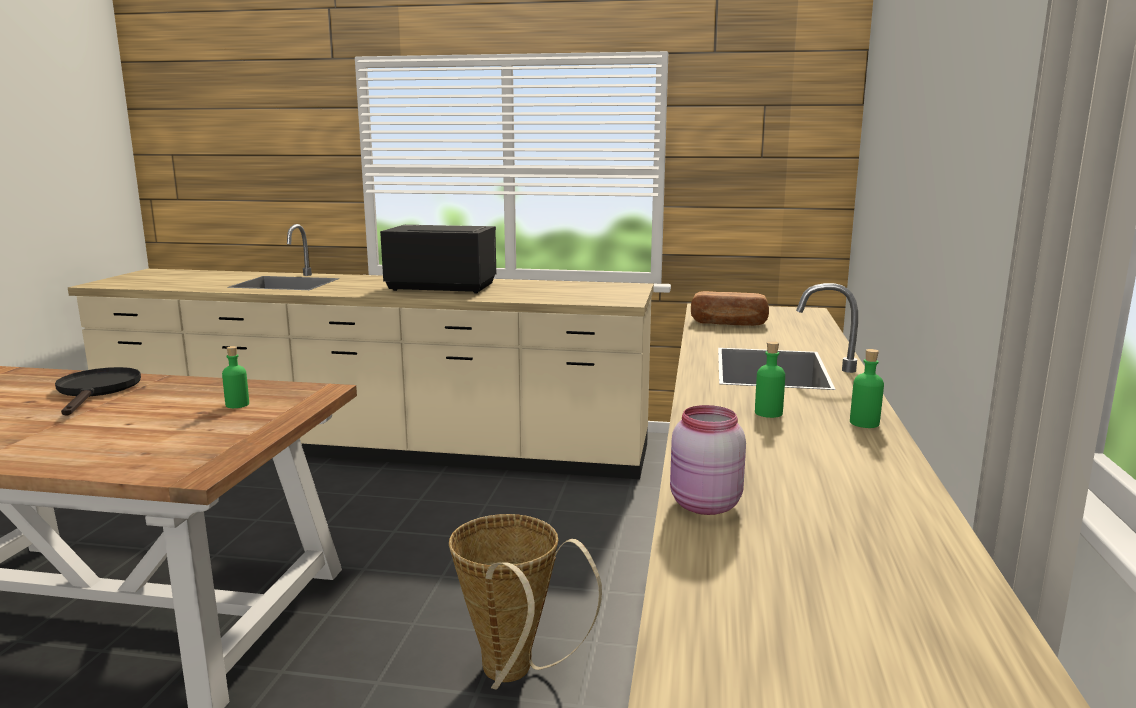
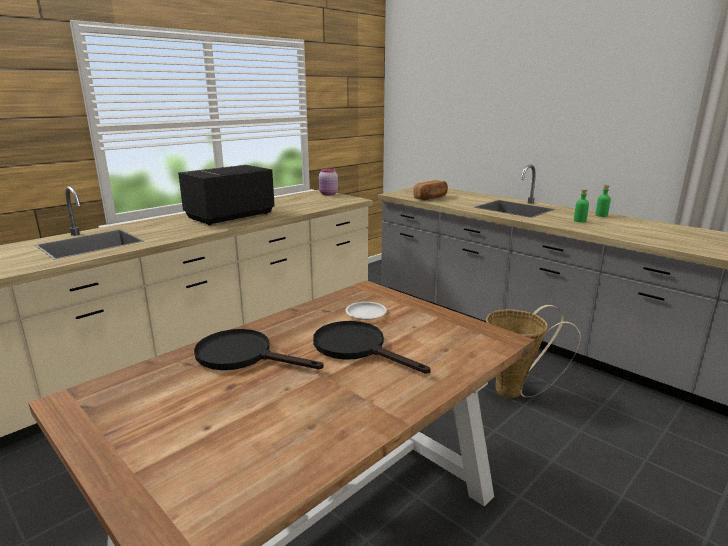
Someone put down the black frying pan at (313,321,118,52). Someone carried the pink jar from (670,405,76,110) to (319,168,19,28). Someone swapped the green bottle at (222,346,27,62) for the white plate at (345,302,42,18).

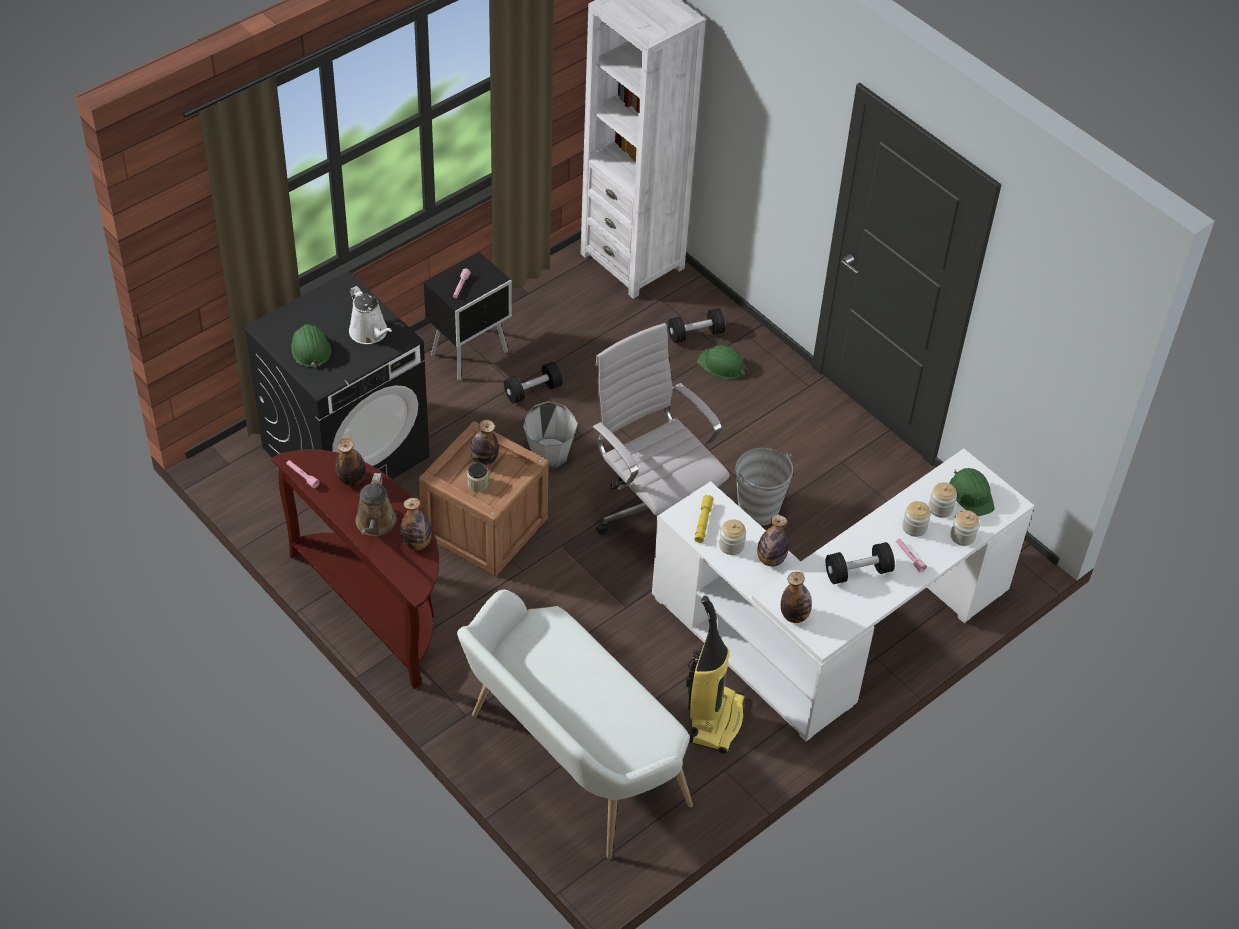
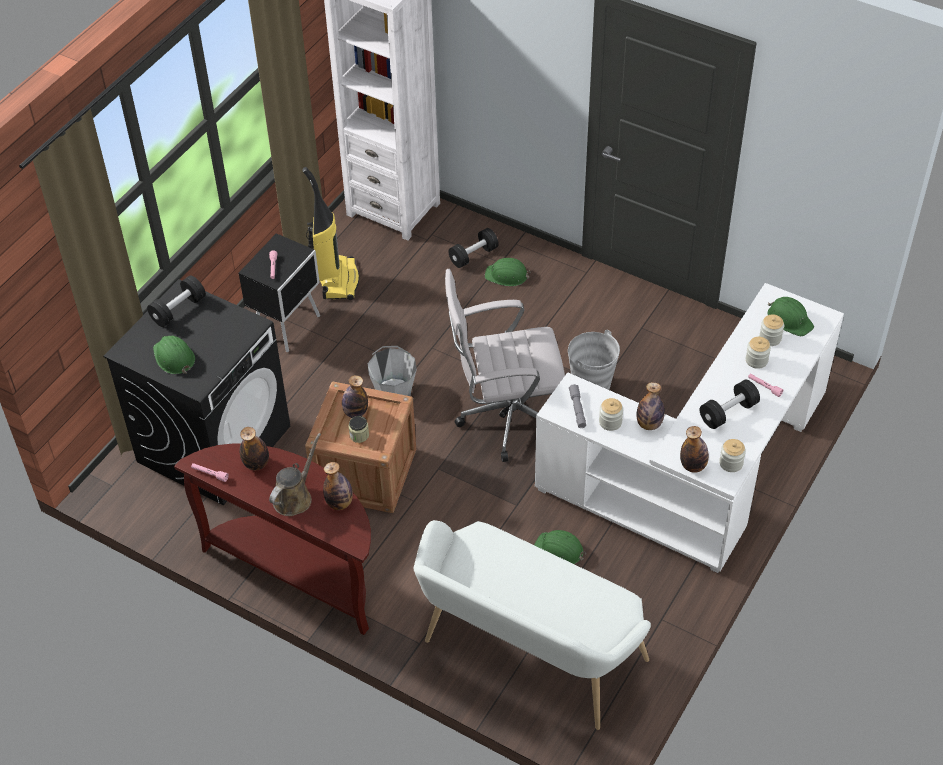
Someone took away the white watering can at (349,286,43,58). Someone put down the green hard hat at (534,530,52,34). Someone carried the black dumbbell from (504,362,59,42) to (147,275,59,52). Someone carried the vacuum cleaner from (686,596,59,158) to (302,167,58,133). Someone carried the jar from (951,510,29,36) to (719,439,27,33). Someone repainted the yellow flashlight at (694,495,20,48), which became the grey flashlight at (569,384,17,44). Someone rotated the brown watering can at (356,473,41,63) by 135 degrees counterclockwise. Someone rotated the white office chair at (592,323,138,238) by 45 degrees counterclockwise.

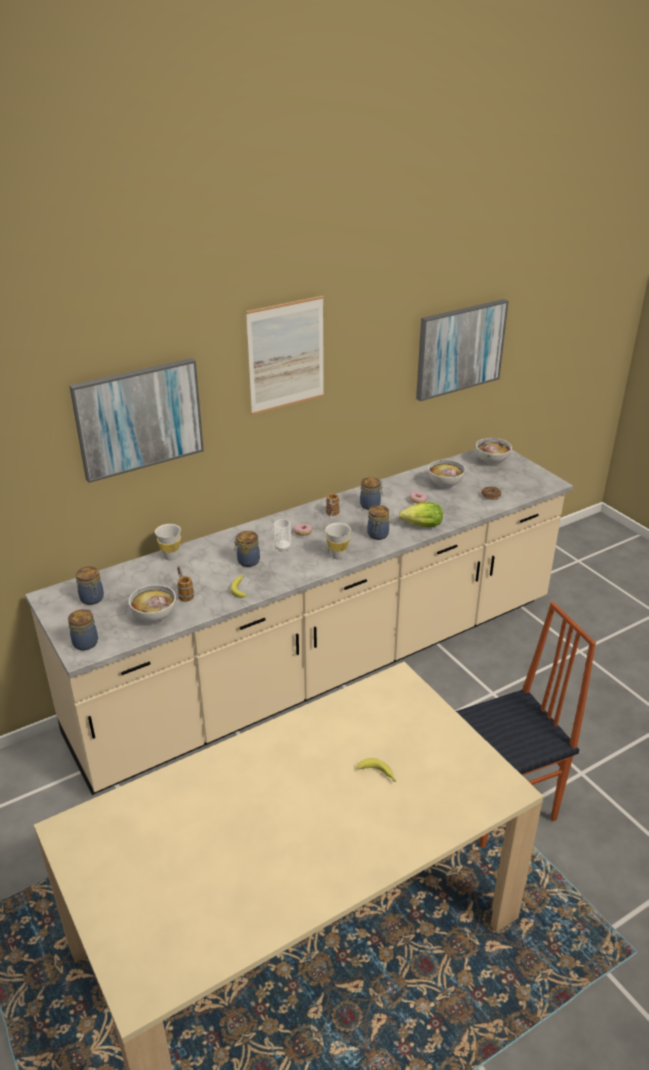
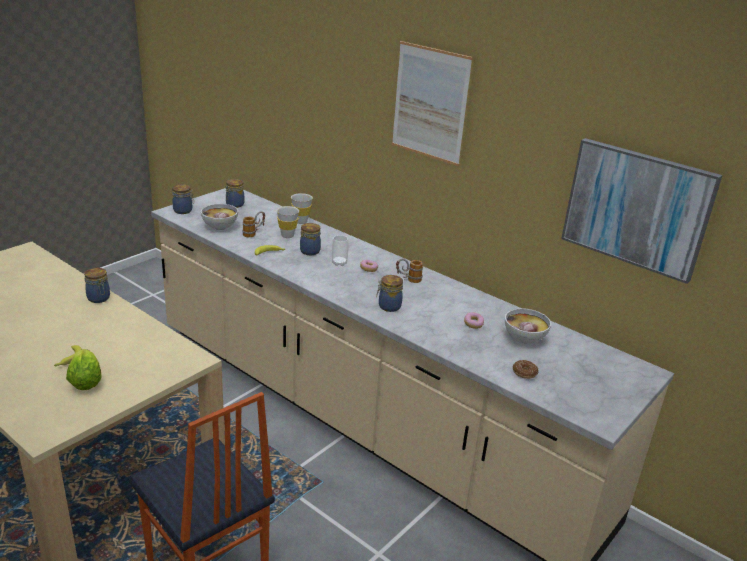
Someone took away the picture at (69,358,135,125). Someone took away the bowl at (476,438,36,26). Someone carried the white cup from (325,523,26,36) to (277,206,22,32). Someone carried the jar from (360,477,23,33) to (84,268,26,35). Someone carried the lettuce from (399,502,44,25) to (66,349,35,41).

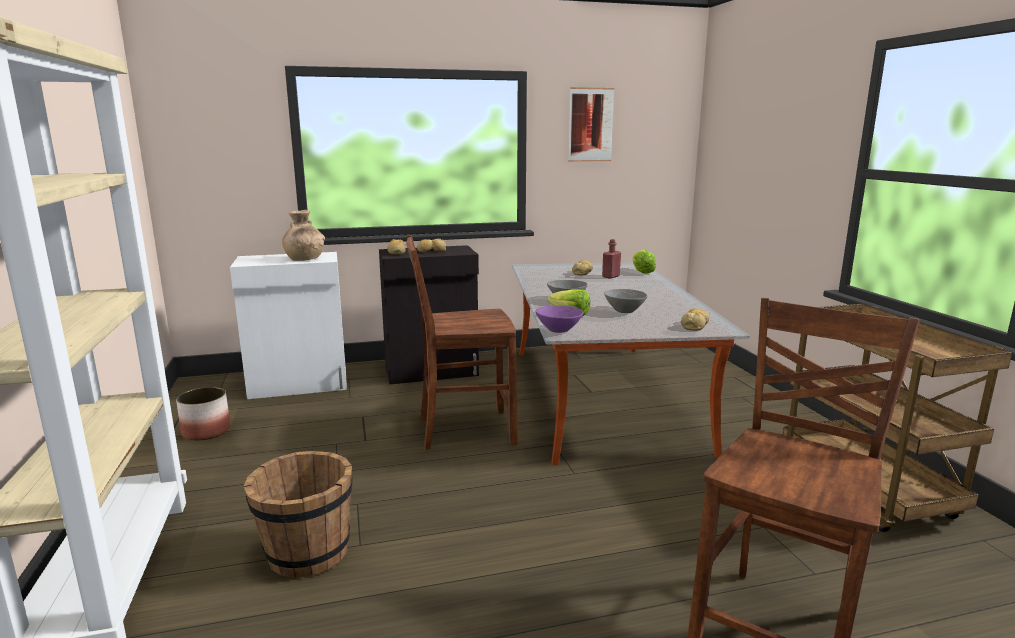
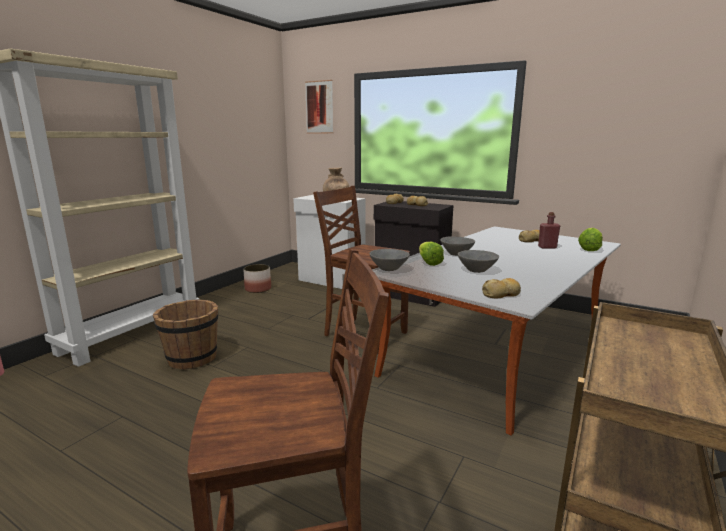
Someone carried the picture from (568,87,46,75) to (305,80,28,53). Someone repainted the purple bowl at (536,305,47,28), which became the grey bowl at (369,249,41,22).

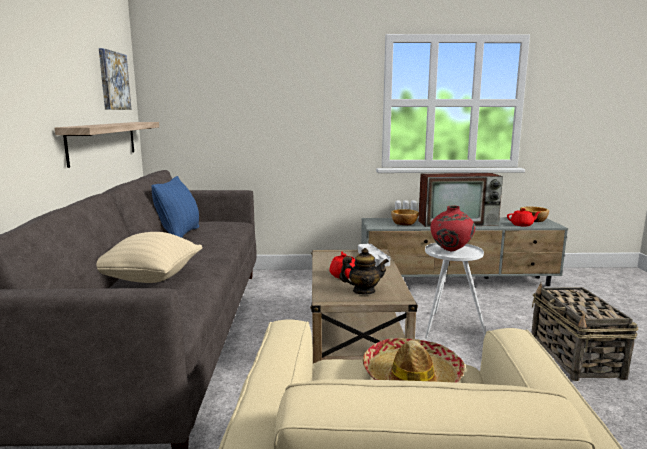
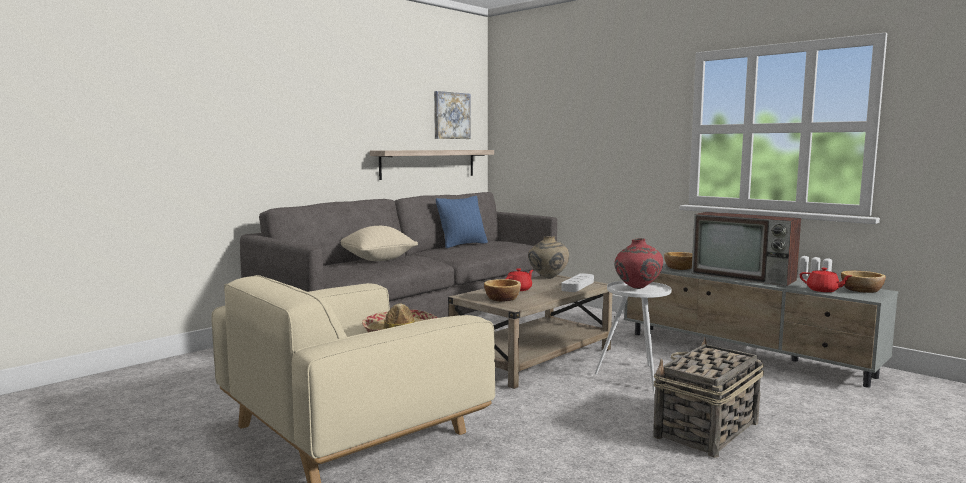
Someone put down the beige vase at (529,236,40,43). Someone swapped the teapot at (339,248,50,47) for the bowl at (484,279,37,23).

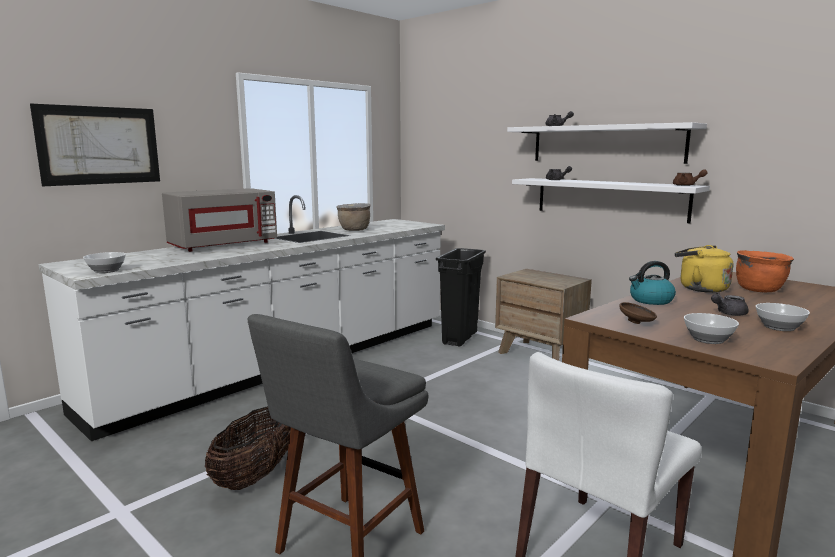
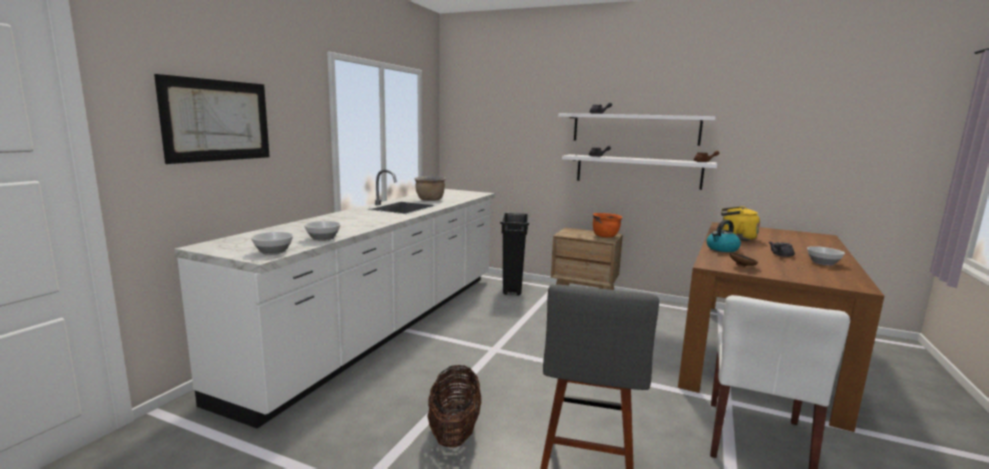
Someone took away the grey microwave at (162,188,115,64). Someone carried the bowl from (684,313,55,31) to (304,221,37,20). Someone carried the orange cooking pot from (736,250,58,42) to (593,213,30,25).

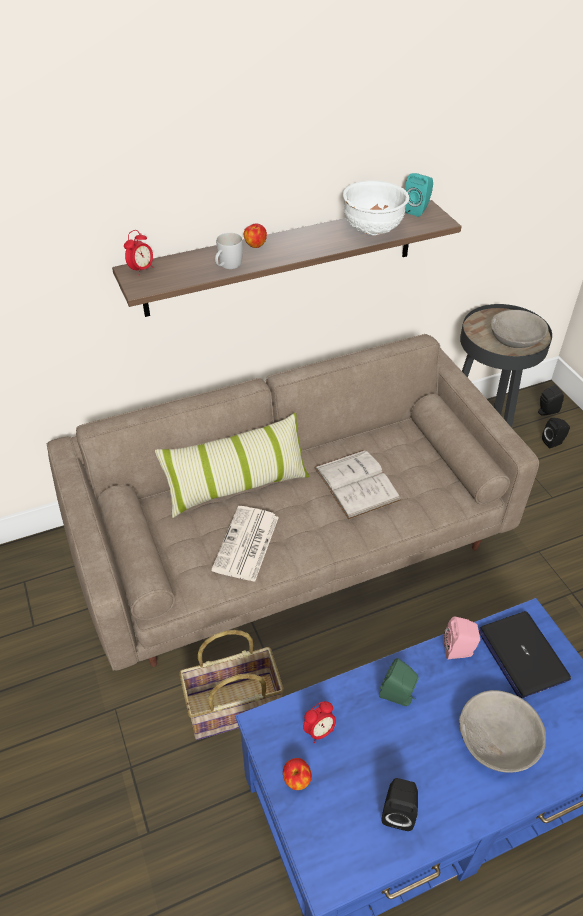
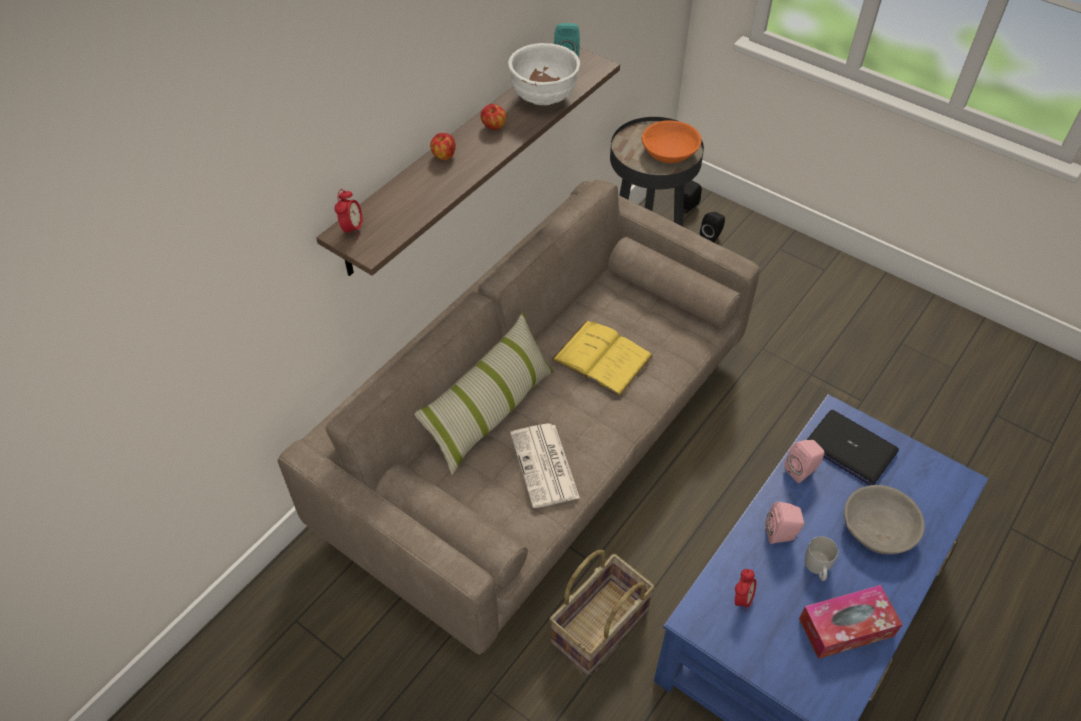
Someone carried the white mug from (215,233,28,36) to (805,536,33,45). Someone carried the apple from (283,758,29,32) to (481,104,25,26). Someone swapped the black speaker at (382,778,36,53) for the tissue box at (799,585,104,74). Someone repainted the white book at (314,450,88,69), which became the yellow book at (551,321,102,76). Someone repainted the green speaker at (379,658,40,48), which became the pink speaker at (765,502,39,42). Someone repainted the grey bowl at (491,310,58,38), which became the orange bowl at (641,120,61,43).

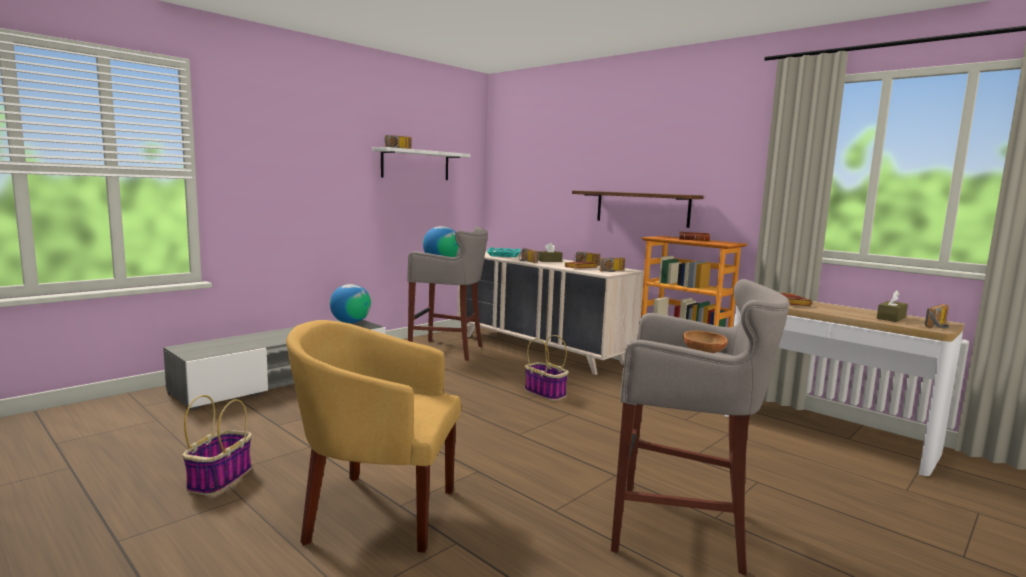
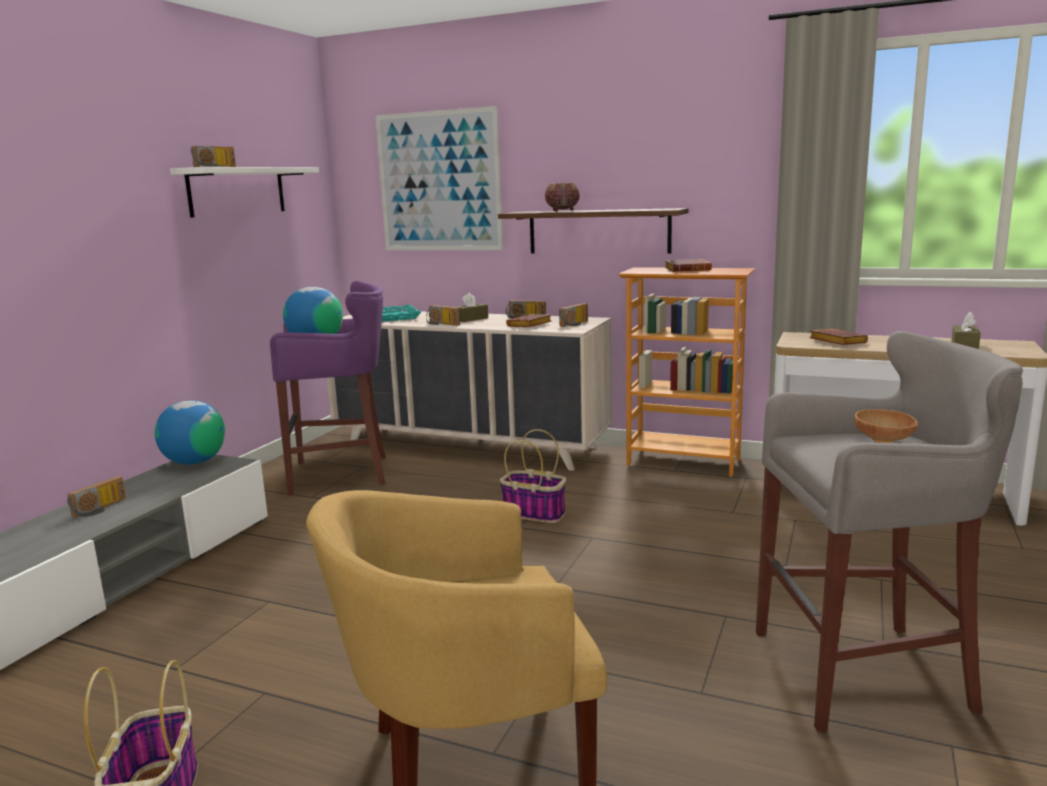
Someone put up the picture at (375,106,128,144). Someone put down the bowl at (545,183,35,28). Someone carried the radio from (925,304,24,24) to (67,476,59,42). Someone repainted the grey stool at (407,227,81,134), which became the purple stool at (270,280,116,216).

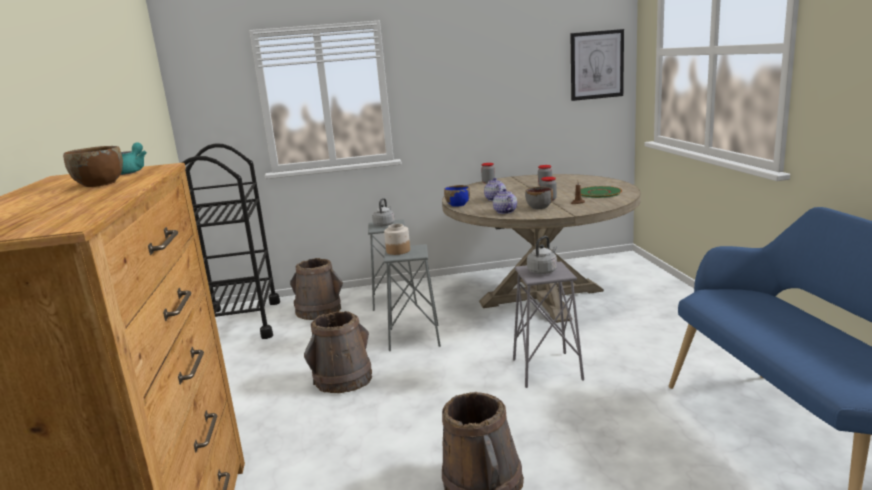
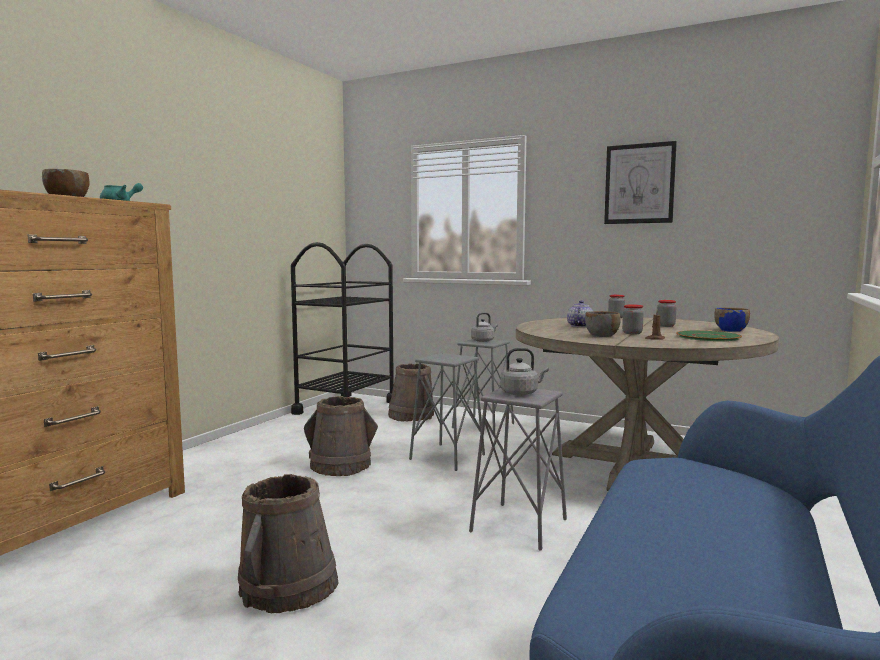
Someone took away the jar at (384,224,26,31). Someone took away the teapot at (493,189,24,25). Someone carried the blue bowl from (444,185,26,22) to (714,307,36,25). Someone carried the picture from (571,29,53,72) to (604,141,73,83).

